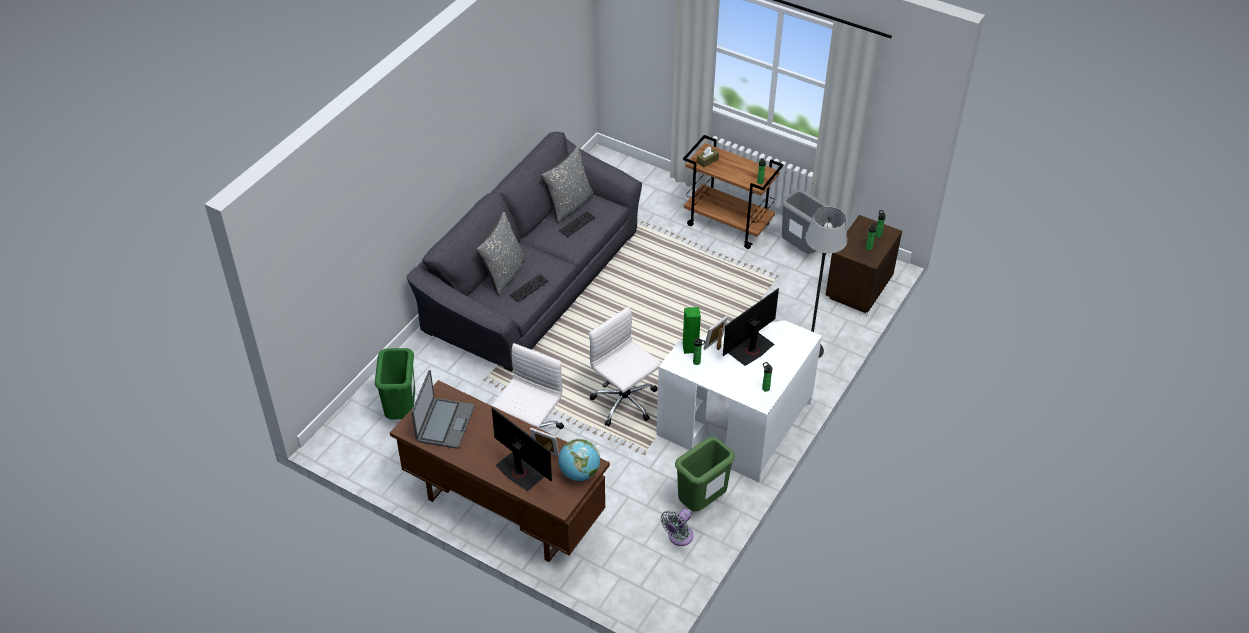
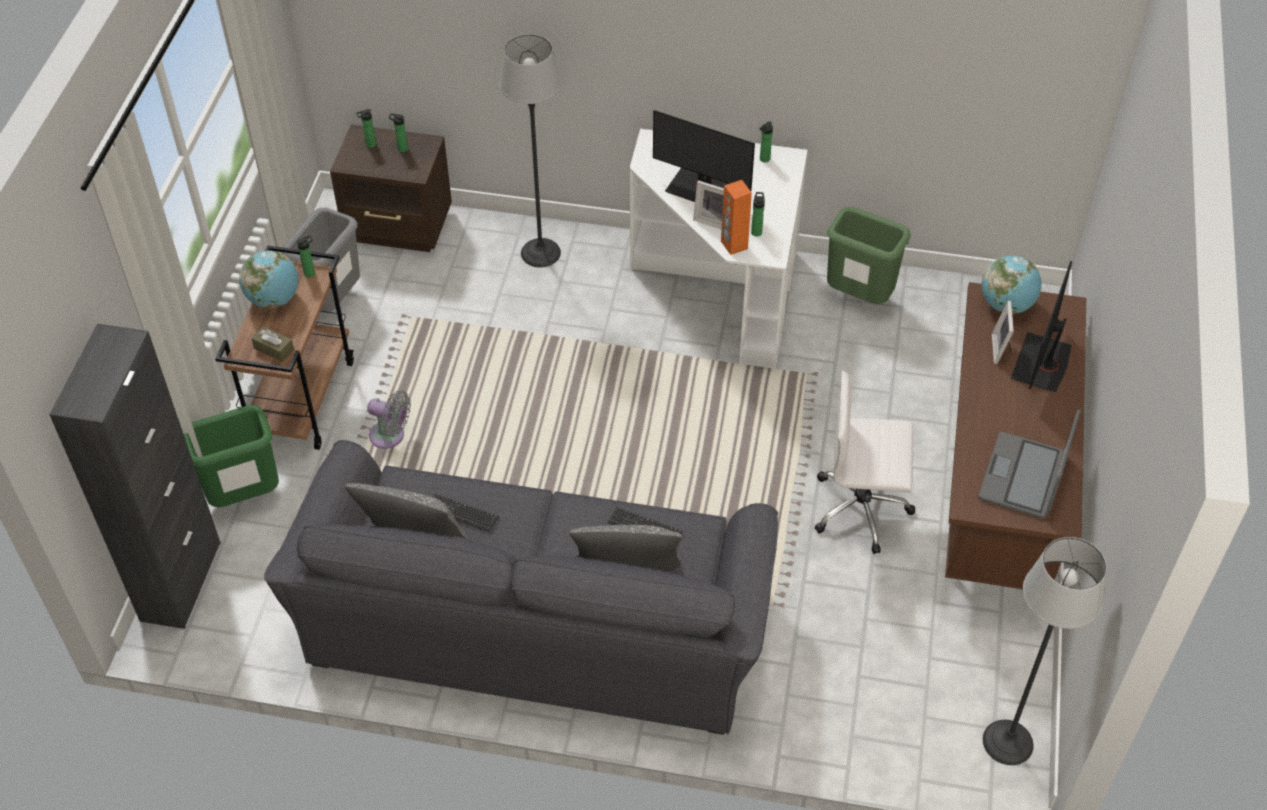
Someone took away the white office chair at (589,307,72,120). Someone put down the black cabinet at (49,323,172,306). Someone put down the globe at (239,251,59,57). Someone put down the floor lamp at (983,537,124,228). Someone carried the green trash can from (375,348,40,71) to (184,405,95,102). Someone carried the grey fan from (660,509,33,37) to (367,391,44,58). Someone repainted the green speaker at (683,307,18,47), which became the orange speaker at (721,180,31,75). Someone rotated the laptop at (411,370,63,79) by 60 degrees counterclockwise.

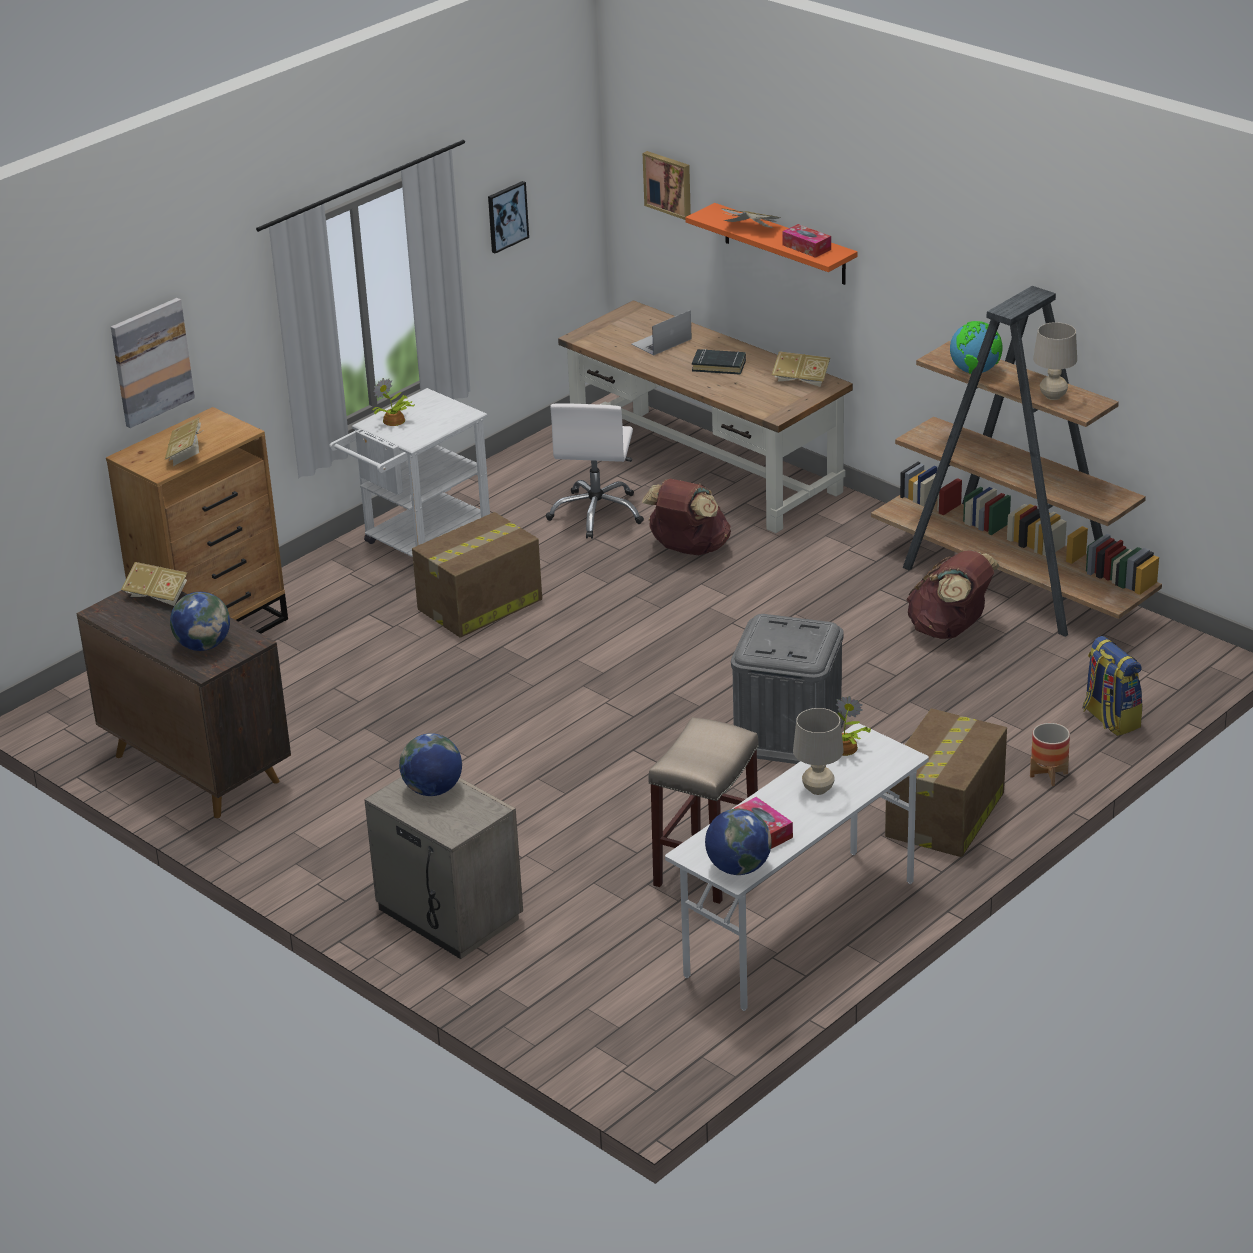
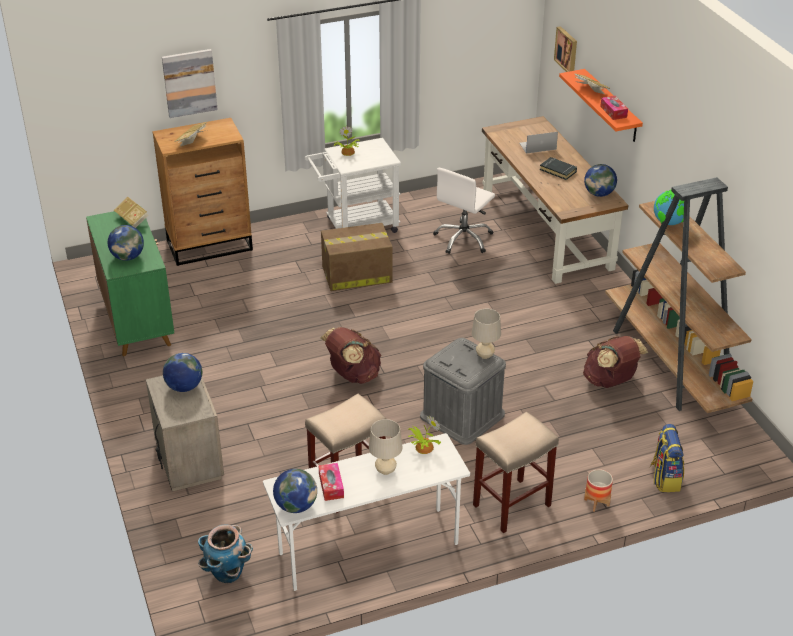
Someone took away the picture at (488,181,41,72). Someone put down the planter at (198,524,55,59). Someone carried the brown backpack from (642,479,89,76) to (321,327,61,57). Someone carried the beige table lamp from (1033,322,44,78) to (471,309,30,50). Someone swapped the book at (772,351,58,36) for the globe at (584,164,33,33). Someone swapped the cardboard box at (885,708,122,149) for the beige stool at (473,412,86,121). Someone repainted the brown cabinet at (77,590,214,228), which became the green cabinet at (86,211,88,145).

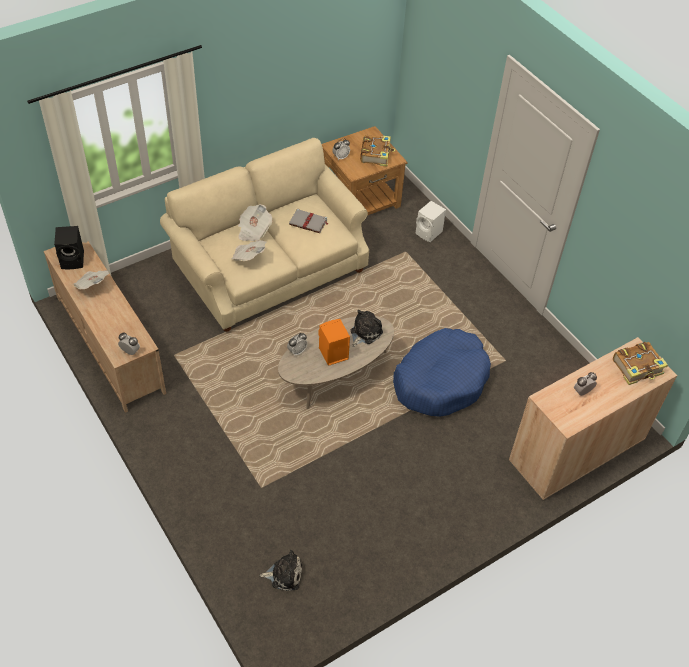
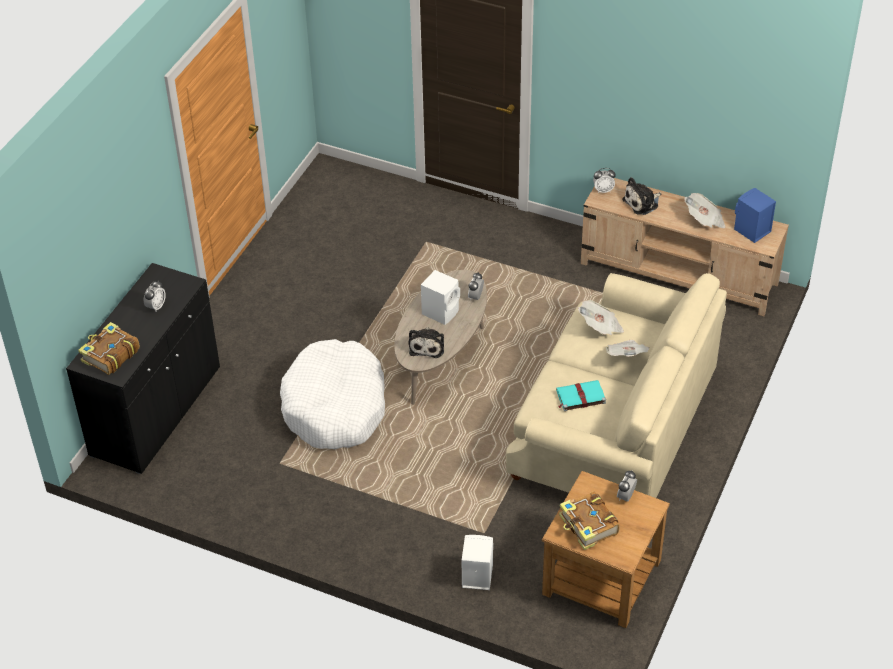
Someone carried the plush toy from (260,550,42,41) to (622,177,39,38). Someone repainted the black speaker at (54,226,30,43), which became the blue speaker at (734,188,42,55). Someone repainted the grey book at (289,209,40,24), which became the turquoise book at (556,380,50,31). Someone repainted the orange speaker at (318,319,32,47), which became the white speaker at (421,270,39,55). Someone repainted the blue dog bed at (393,328,98,89), which became the white dog bed at (280,339,105,110). Someone repainted the beige cabinet at (509,337,169,163), which became the black cabinet at (66,263,154,211).

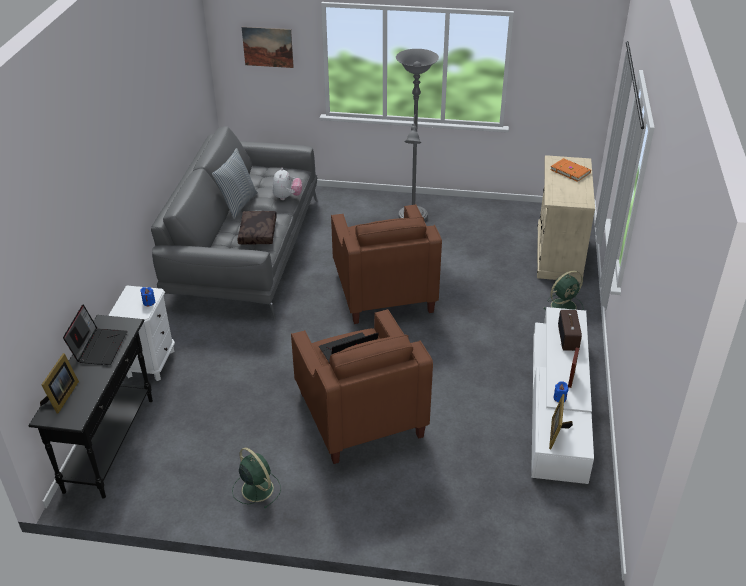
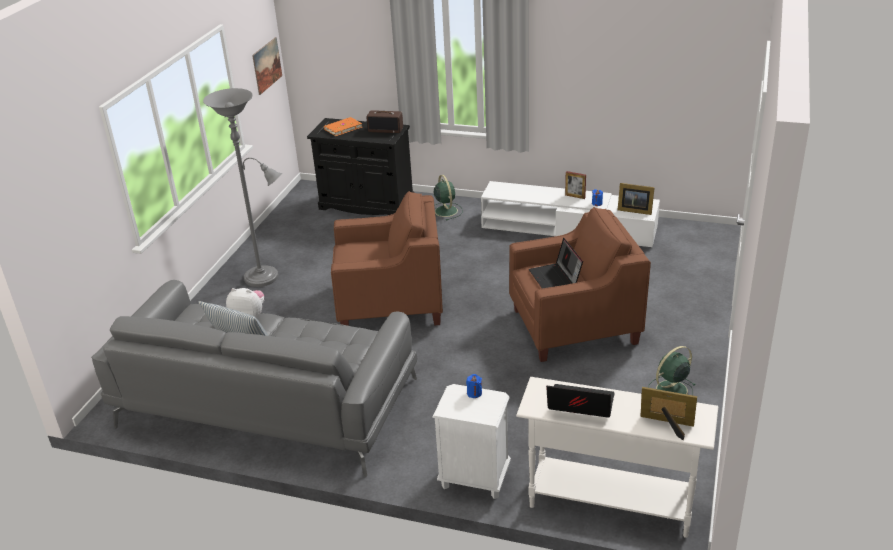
Someone took away the brown pillow at (237,211,40,33). Someone carried the picture from (242,27,52,41) to (252,37,30,58). Someone carried the radio from (558,310,24,41) to (366,110,37,23). Someone repainted the black console table at (28,315,125,184), which became the white console table at (516,377,202,161). Someone repainted the beige cabinet at (537,155,58,127), which became the black cabinet at (307,118,107,97).

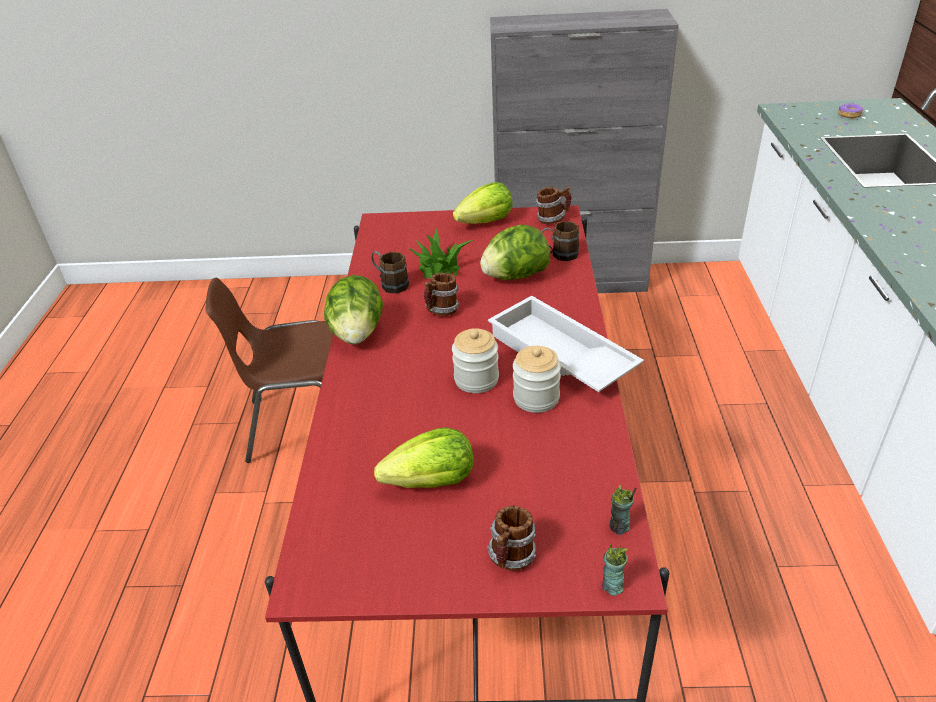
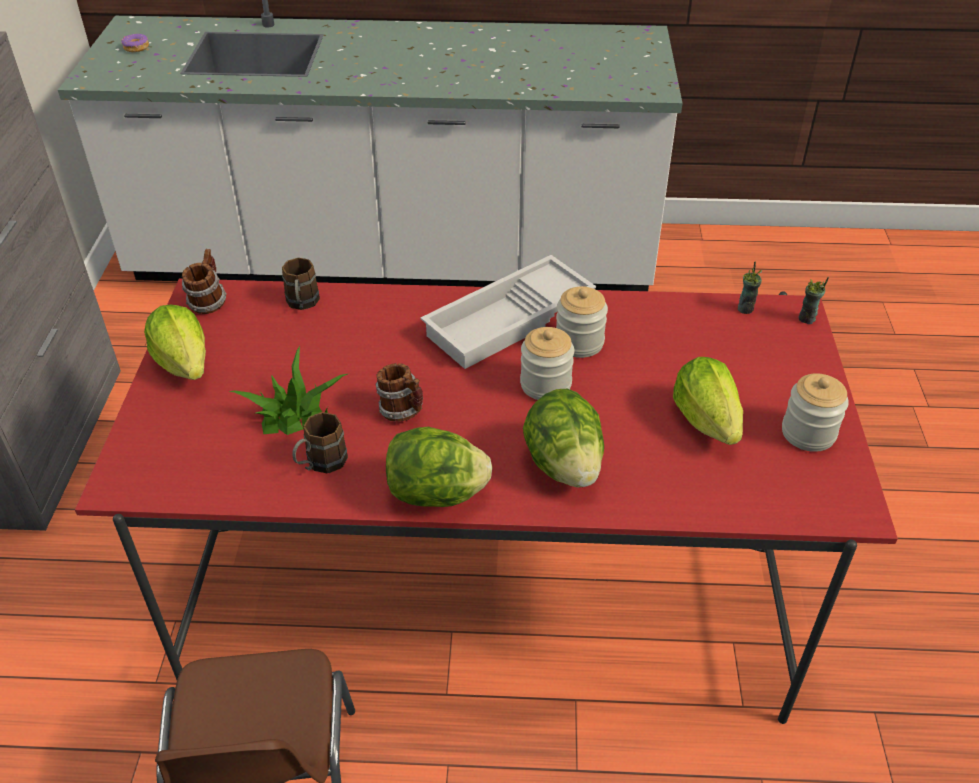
Someone took away the mug at (487,506,49,65). Someone put down the jar at (782,373,67,79). Someone carried the lettuce from (480,225,70,55) to (523,389,81,98).

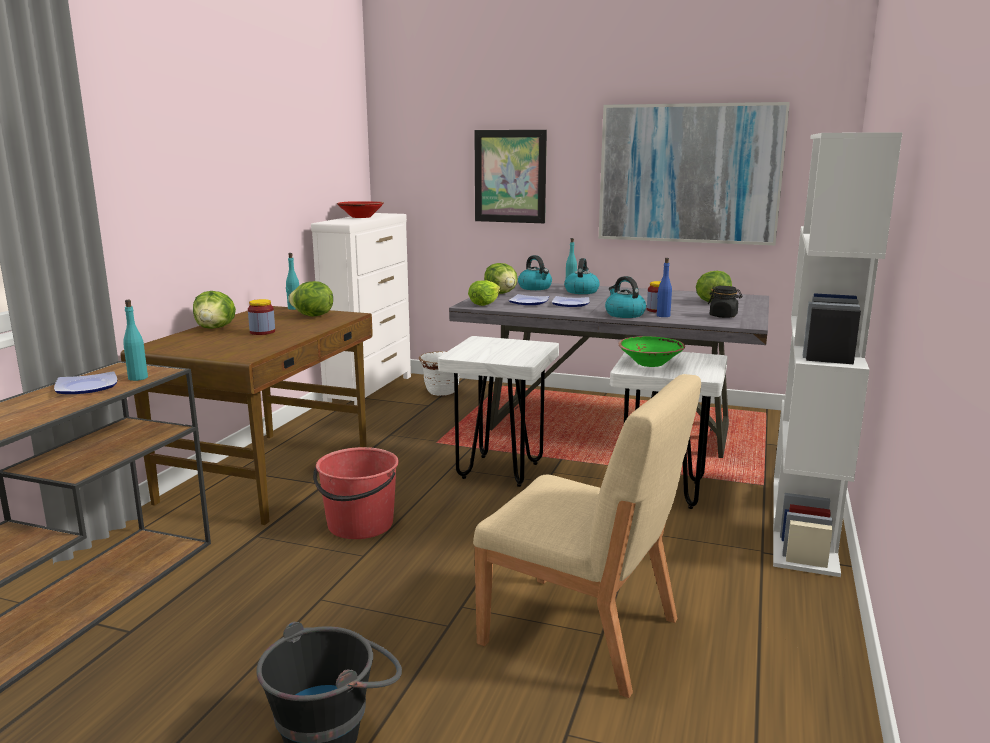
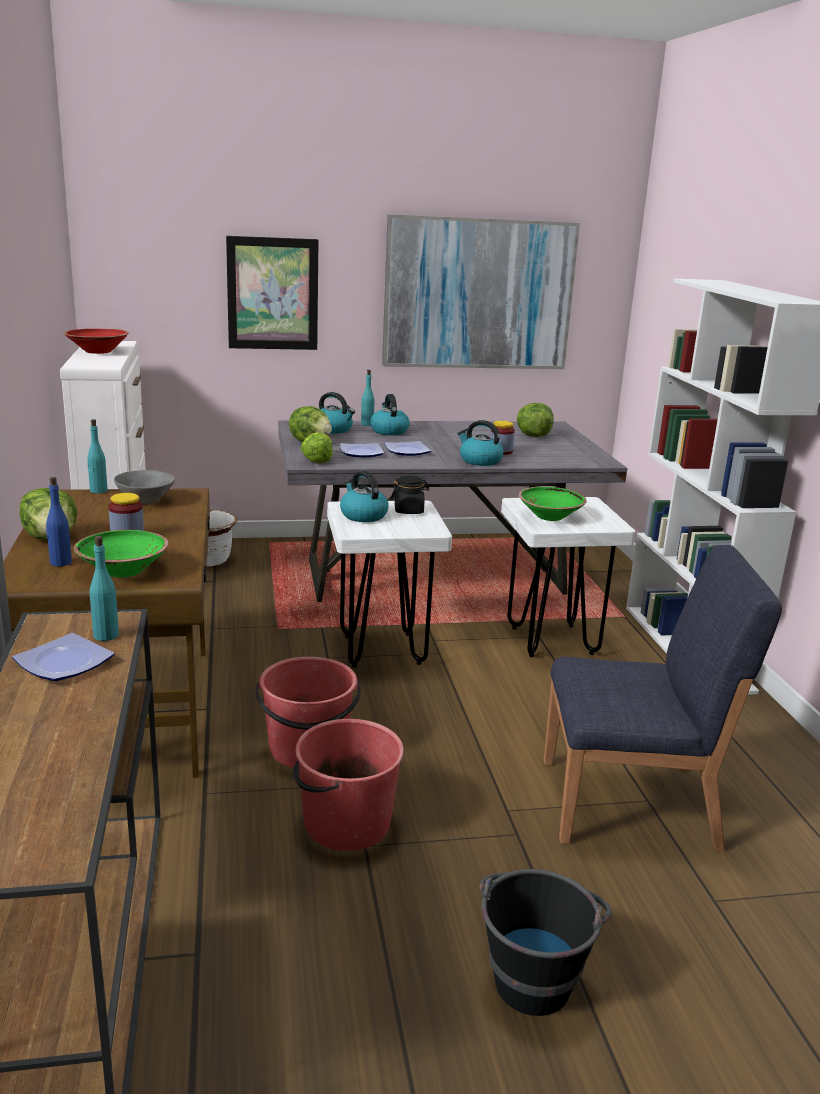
Someone put down the green bowl at (74,530,95,48). Someone put down the red bucket at (293,719,111,132). Someone put down the kettle at (340,471,48,51). Someone carried the blue bottle from (657,258,15,59) to (46,477,26,90). Someone carried the black jar from (708,286,35,32) to (391,475,38,39). Someone swapped the lettuce at (288,281,45,36) for the grey bowl at (114,470,61,34). Someone repainted the beige chair at (473,374,228,324), which became the blue chair at (544,545,238,307).

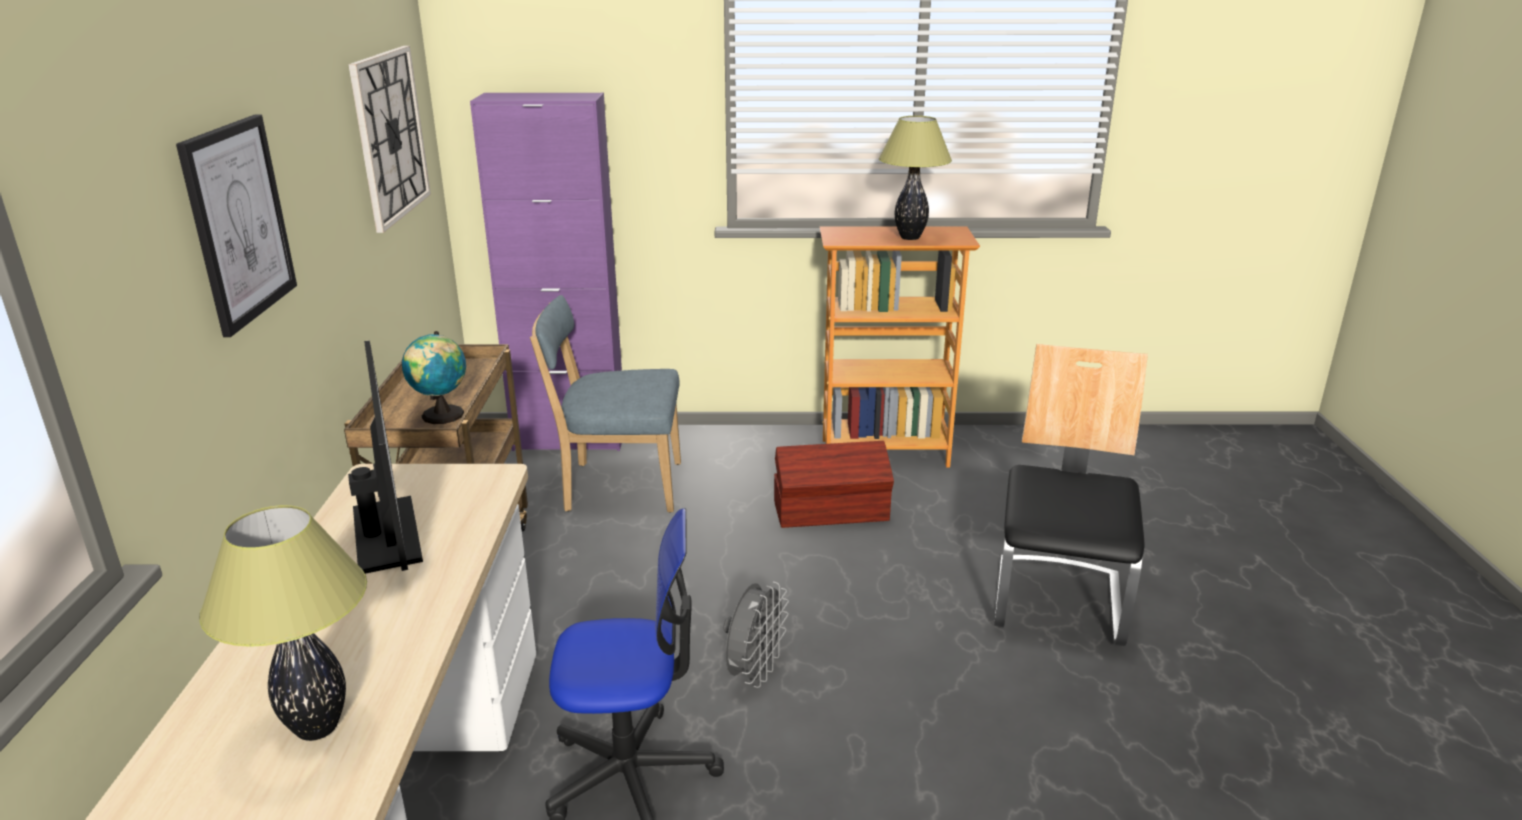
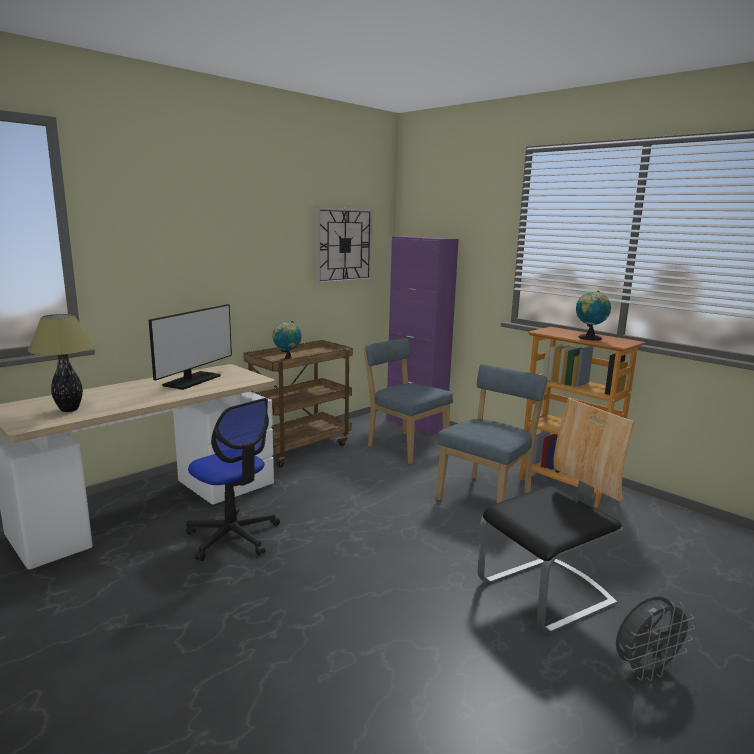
Someone took away the picture at (176,114,121,223). Someone carried the grey fan from (723,581,66,107) to (616,596,79,85). Someone swapped the brown storage box at (774,441,120,87) for the blue chair at (436,364,112,139). Someone swapped the table lamp at (879,116,73,124) for the globe at (576,291,35,50).

